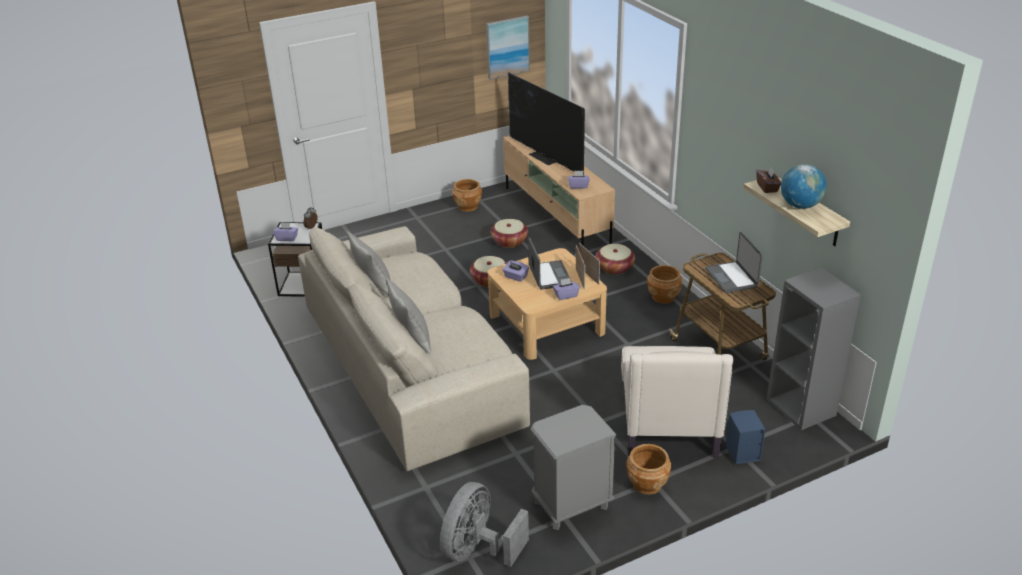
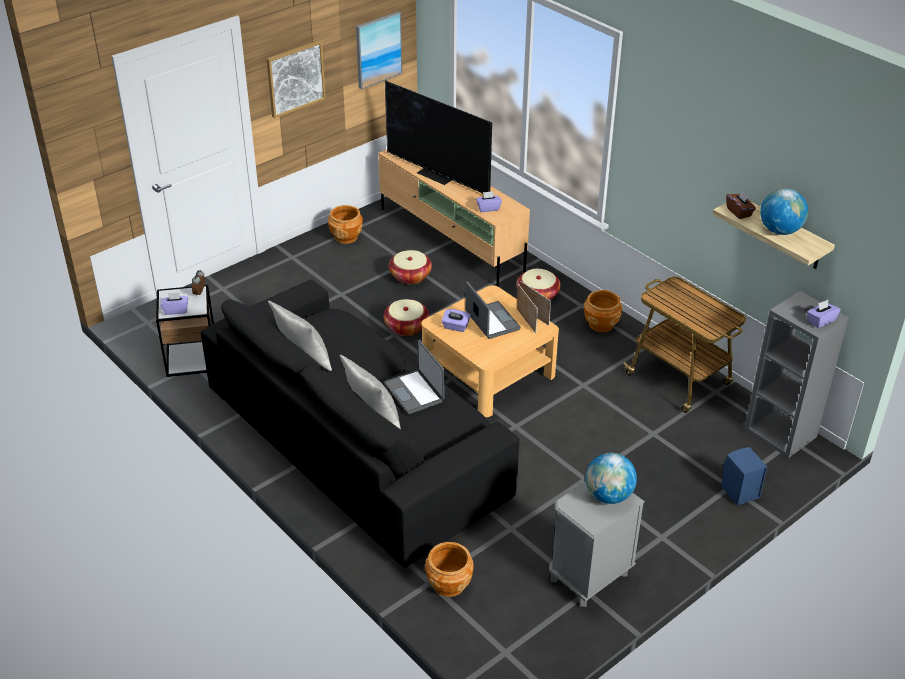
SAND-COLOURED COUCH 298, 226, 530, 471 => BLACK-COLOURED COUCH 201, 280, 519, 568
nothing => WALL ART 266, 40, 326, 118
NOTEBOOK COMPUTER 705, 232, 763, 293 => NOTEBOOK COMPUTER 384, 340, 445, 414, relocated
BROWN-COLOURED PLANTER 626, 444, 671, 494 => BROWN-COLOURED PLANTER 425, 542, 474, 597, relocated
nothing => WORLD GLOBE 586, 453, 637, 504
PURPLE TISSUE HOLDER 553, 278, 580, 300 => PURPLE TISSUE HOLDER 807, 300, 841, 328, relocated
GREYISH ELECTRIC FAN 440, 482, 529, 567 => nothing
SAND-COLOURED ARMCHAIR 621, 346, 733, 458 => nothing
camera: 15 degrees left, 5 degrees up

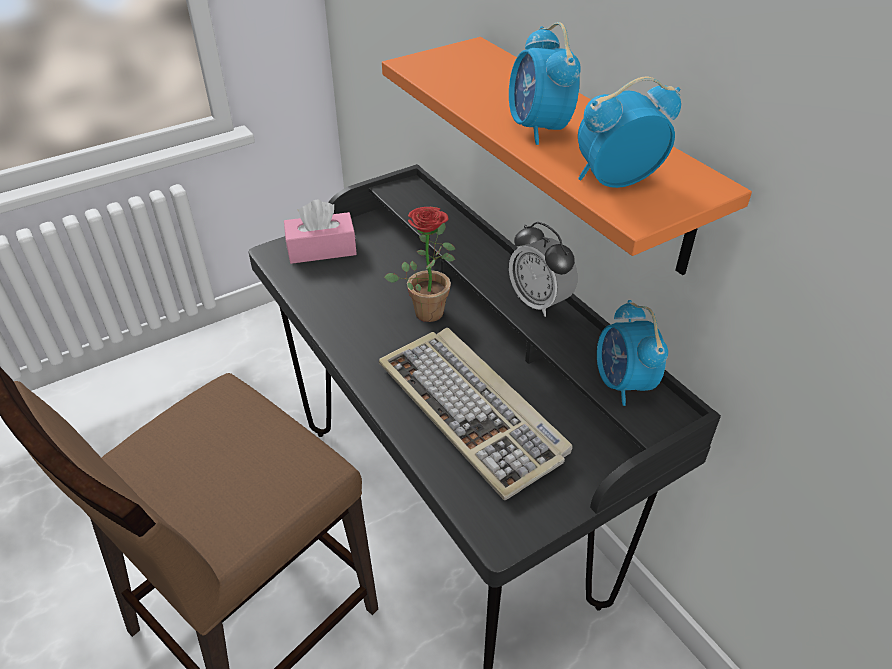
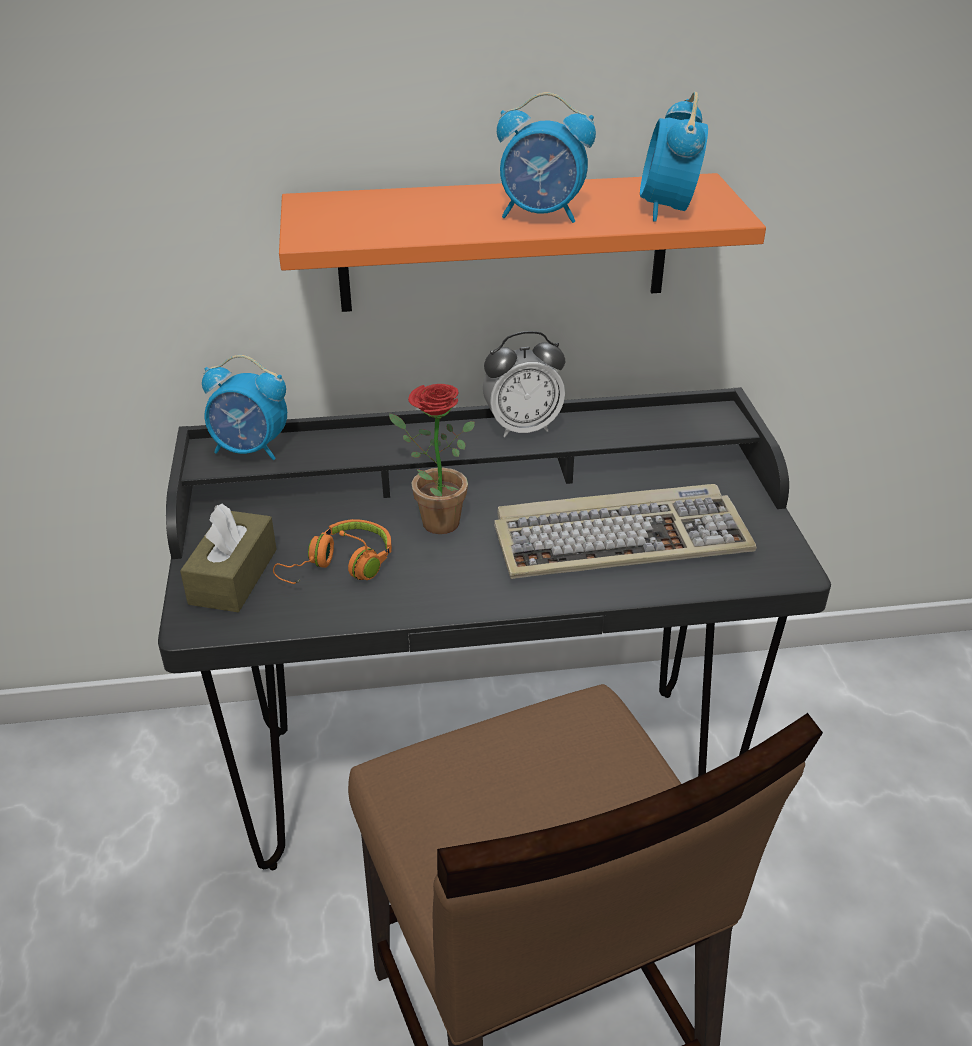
PINK-COLOURED TISSUE HOLDER 284, 199, 357, 264 => BROWN-COLOURED TISSUE HOLDER 180, 504, 277, 612
TABLE CLOCK 597, 300, 668, 406 => TABLE CLOCK 202, 355, 287, 460, relocated
nothing => ORANGEY PAIR OF HEADPHONES 273, 519, 392, 584
camera: 65 degrees left, 5 degrees down

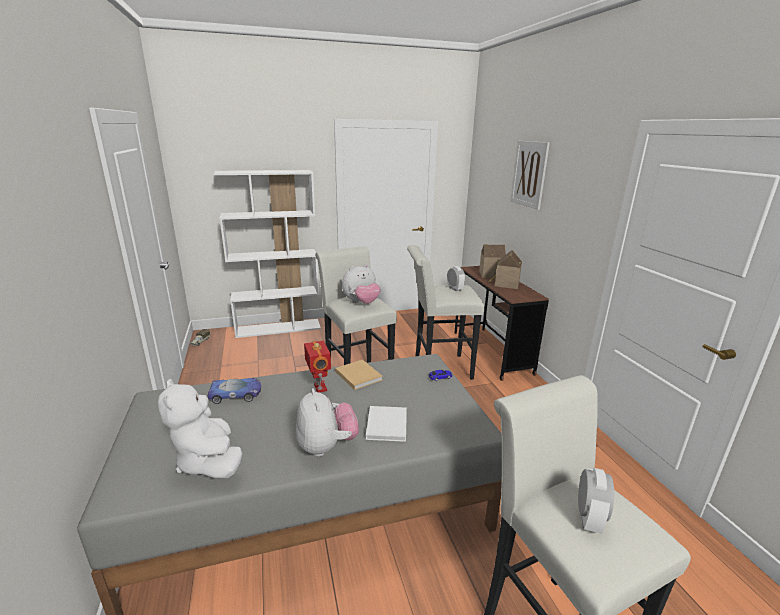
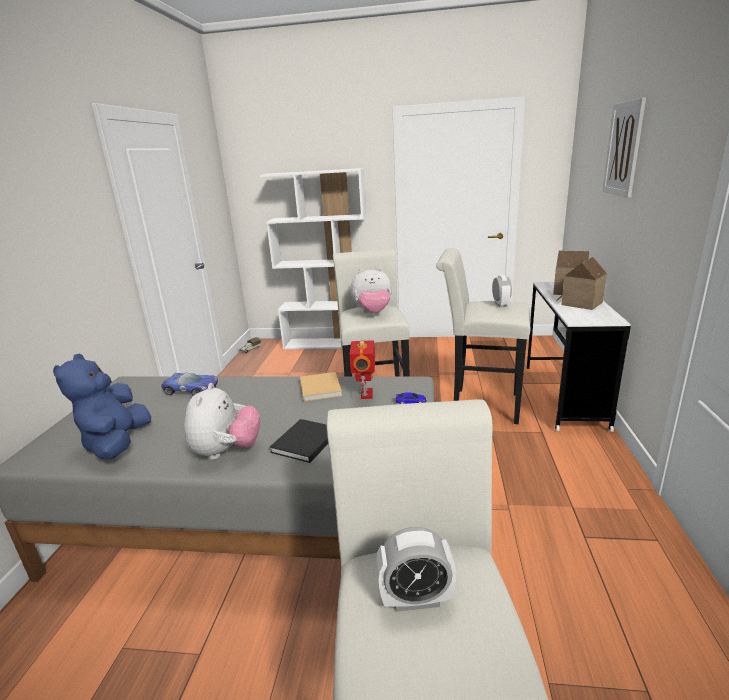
WHITE-COLOURED CUDDLY TOY 158, 379, 243, 479 => BLUISH CUDDLY TOY 53, 353, 151, 459
WHITE-COLOURED BOUND BOOK 366, 406, 407, 442 => BLACK-COLOURED BOUND BOOK 270, 419, 328, 463
TOY ROBOT 304, 341, 331, 393 => TOY ROBOT 349, 340, 375, 399, relocated
TABLE CLOCK 578, 468, 614, 534 => TABLE CLOCK 376, 527, 456, 612, 45 degrees clockwise
BROWN-COLOURED DESK UNIT 454, 266, 549, 381 => WHITE-COLOURED DESK UNIT 527, 282, 631, 432
camera: 25 degrees right, 0 degrees up

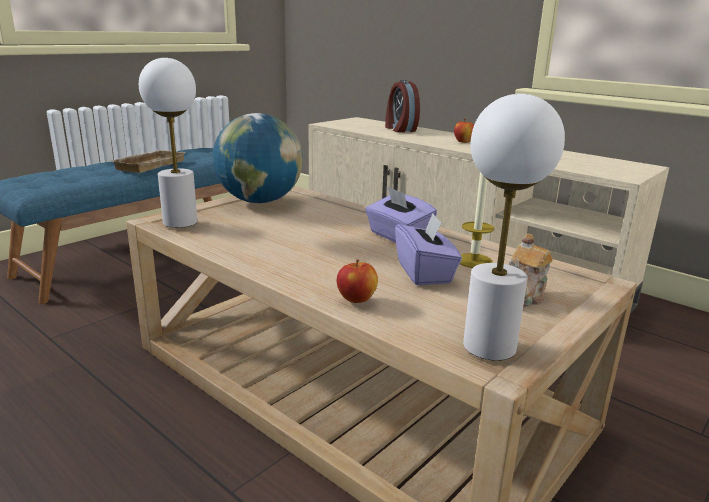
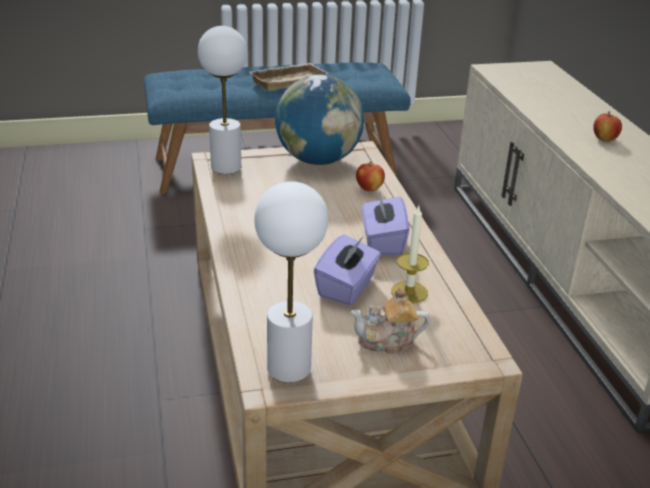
APPLE 337, 260, 378, 303 => APPLE 356, 162, 385, 192, relocated
TABLE CLOCK 385, 80, 420, 132 => nothing
camera: 35 degrees right, 10 degrees up

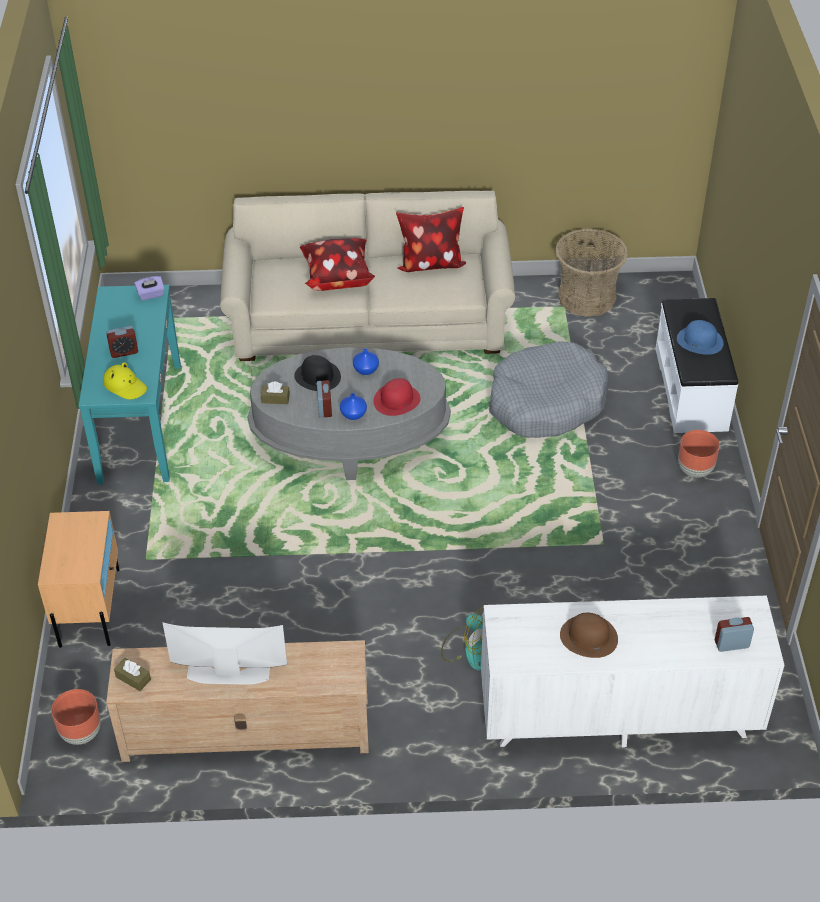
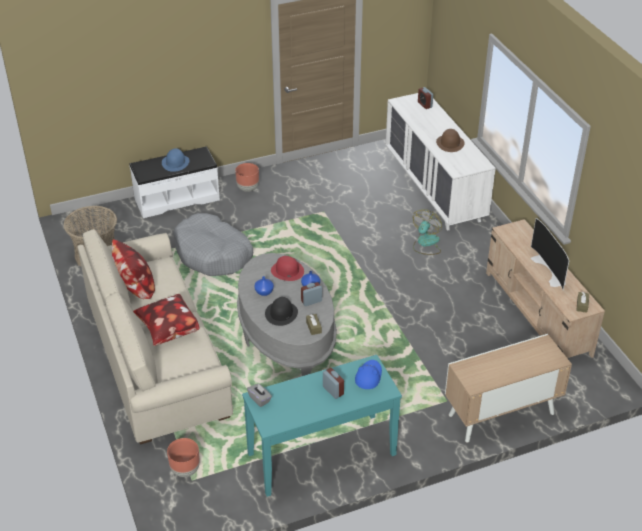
BROWN-COLOURED PLANTER 51, 689, 101, 745 => BROWN-COLOURED PLANTER 167, 438, 200, 477, relocated
PURPLE TISSUE HOLDER 134, 276, 165, 301 => GREYISH TISSUE HOLDER 247, 383, 272, 407
YELLOW-COLOURED WEARABLE HAT 103, 362, 147, 399 => BLUISH WEARABLE HAT 355, 360, 382, 389
SAND-COLOURED BEDSIDE TABLE 38, 511, 119, 648 => CUPBOARD 445, 334, 572, 443
camera: 110 degrees left, 5 degrees down

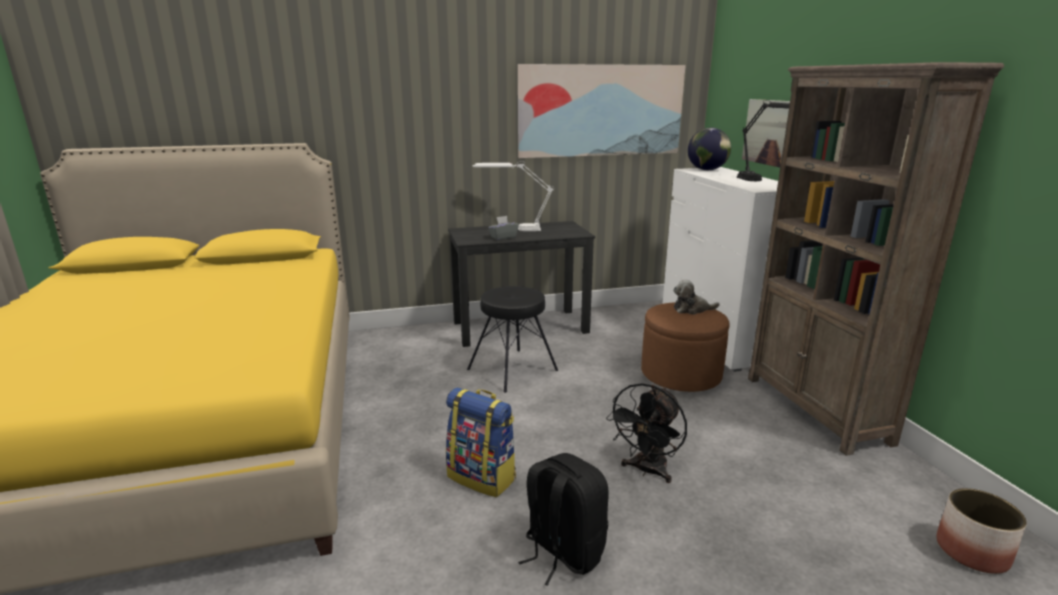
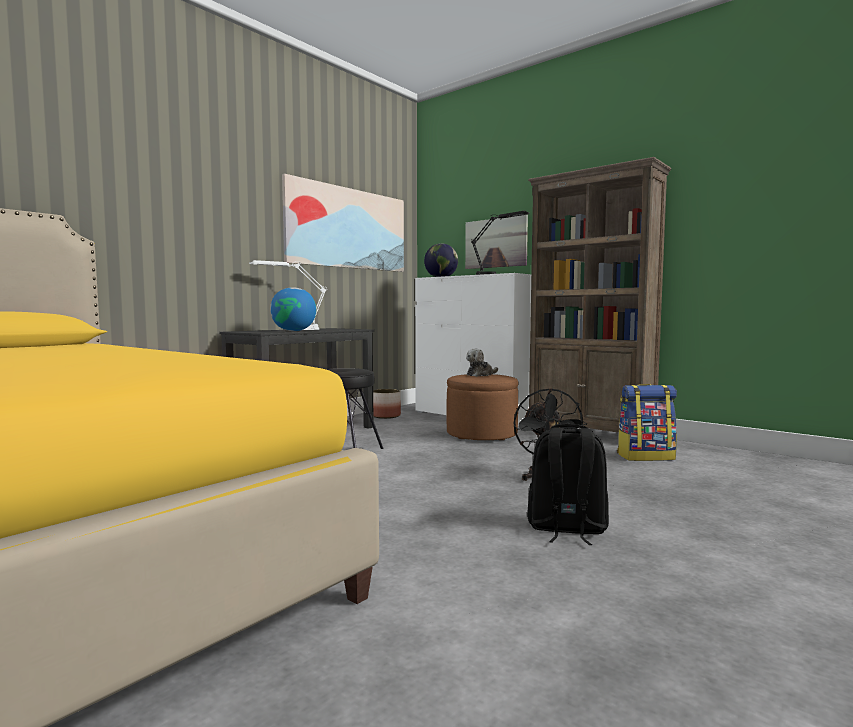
GREYISH TISSUE HOLDER 488, 216, 519, 240 => WORLD GLOBE 270, 287, 316, 331
PLANTER 936, 488, 1027, 574 => PLANTER 373, 389, 401, 419, relocated
RUCKSACK 446, 387, 516, 497 => RUCKSACK 617, 384, 677, 461, relocated
camera: 35 degrees left, 15 degrees down

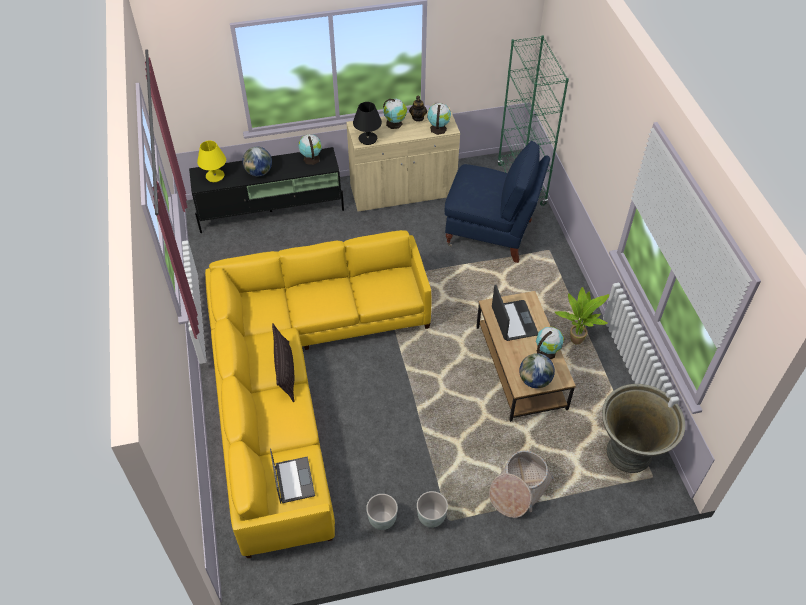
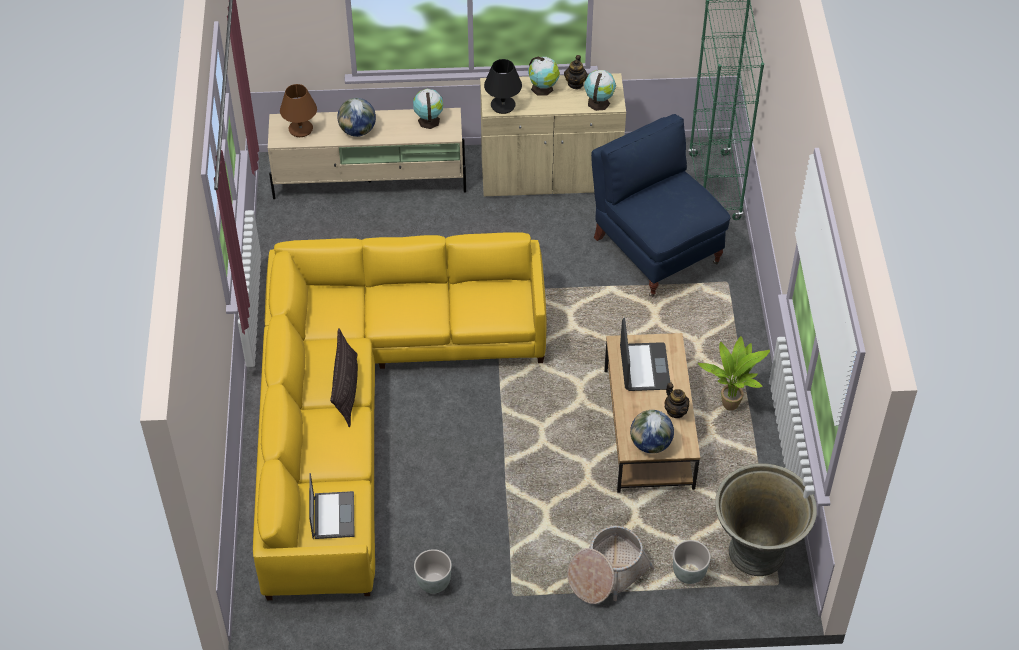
BLACK-COLOURED MEDIA CONSOLE 189, 147, 344, 233 => SAND-COLOURED MEDIA CONSOLE 268, 108, 466, 199
YELLOW-COLOURED TABLETOP LAMP 197, 141, 226, 182 => BROWN-COLOURED TABLETOP LAMP 280, 84, 317, 137
BLUISH ARMCHAIR 445, 141, 550, 263 => BLUISH ARMCHAIR 591, 114, 731, 297, 150 degrees counterclockwise
WORLD GLOBE 536, 327, 564, 360 => TEA POT 665, 383, 689, 418
GREYISH PLANTER 417, 491, 448, 528 => GREYISH PLANTER 673, 540, 711, 584, relocated
camera: 10 degrees right, 0 degrees up

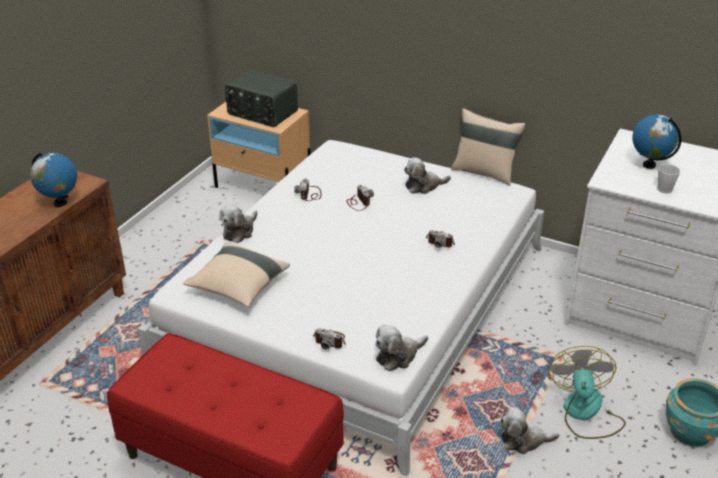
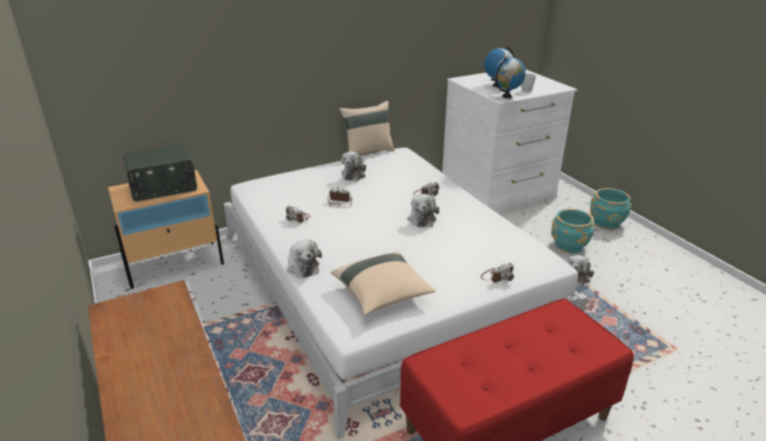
CUDDLY TOY 375, 325, 428, 371 => CUDDLY TOY 407, 194, 439, 227, relocated
WORLD GLOBE 30, 152, 77, 207 => WORLD GLOBE 493, 57, 526, 98, relocated
ELECTRIC FAN 548, 346, 626, 439 => BLUE-GREEN PLANTER 551, 209, 595, 253
camera: 55 degrees left, 5 degrees down

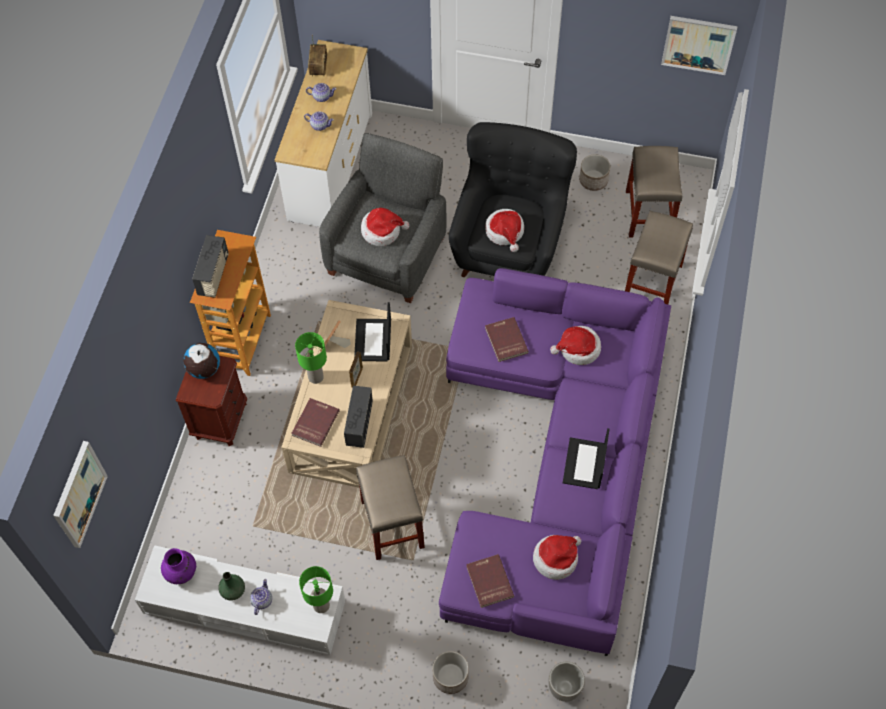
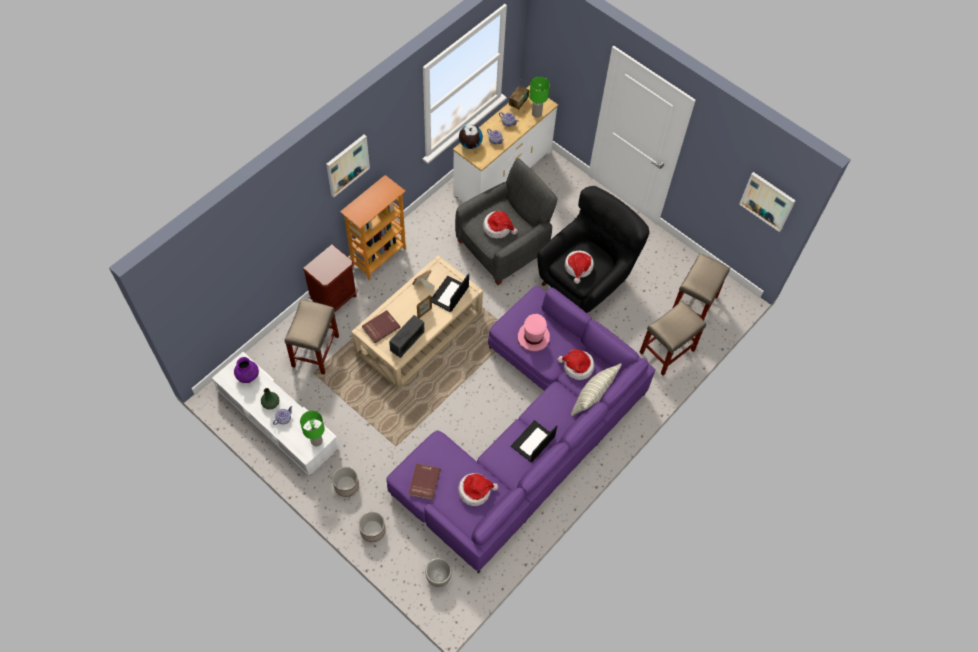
SAND-COLOURED STOOL SEAT 356, 455, 425, 560 => SAND-COLOURED STOOL SEAT 284, 300, 339, 375, relocated
WALL ART 53, 441, 108, 548 => WALL ART 326, 135, 370, 197, relocated
PLANTER 579, 155, 610, 191 => PLANTER 332, 467, 359, 497, relocated
WORLD GLOBE 183, 343, 220, 379 => WORLD GLOBE 459, 125, 483, 149, relocated
RED BOUND BOOK 485, 317, 529, 362 => PINK-COLOURED WEARABLE HAT 518, 314, 550, 351
GREEN-COLOURED TABLETOP LAMP 295, 332, 327, 384 => GREEN-COLOURED TABLETOP LAMP 529, 77, 550, 118, relocated
nothing => CUSHION 571, 363, 622, 416
RADIO SET 192, 235, 229, 298 => nothing
camera: 25 degrees right, 0 degrees up

